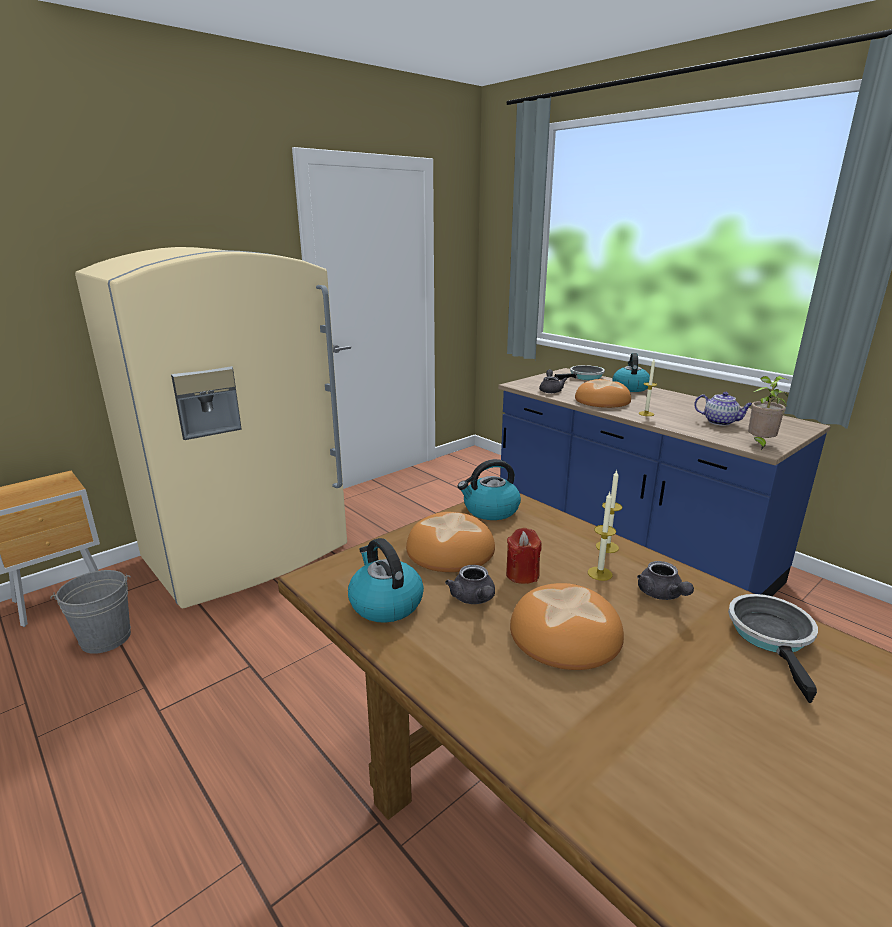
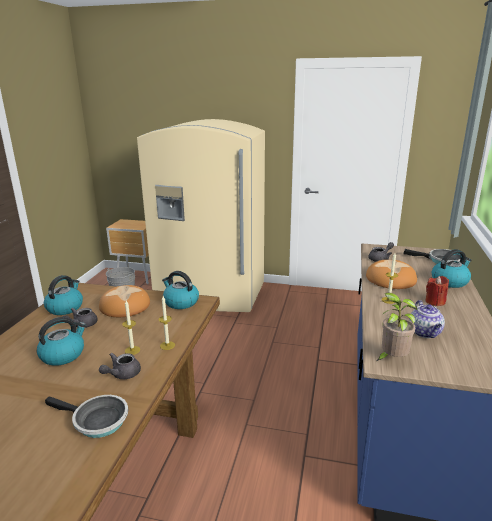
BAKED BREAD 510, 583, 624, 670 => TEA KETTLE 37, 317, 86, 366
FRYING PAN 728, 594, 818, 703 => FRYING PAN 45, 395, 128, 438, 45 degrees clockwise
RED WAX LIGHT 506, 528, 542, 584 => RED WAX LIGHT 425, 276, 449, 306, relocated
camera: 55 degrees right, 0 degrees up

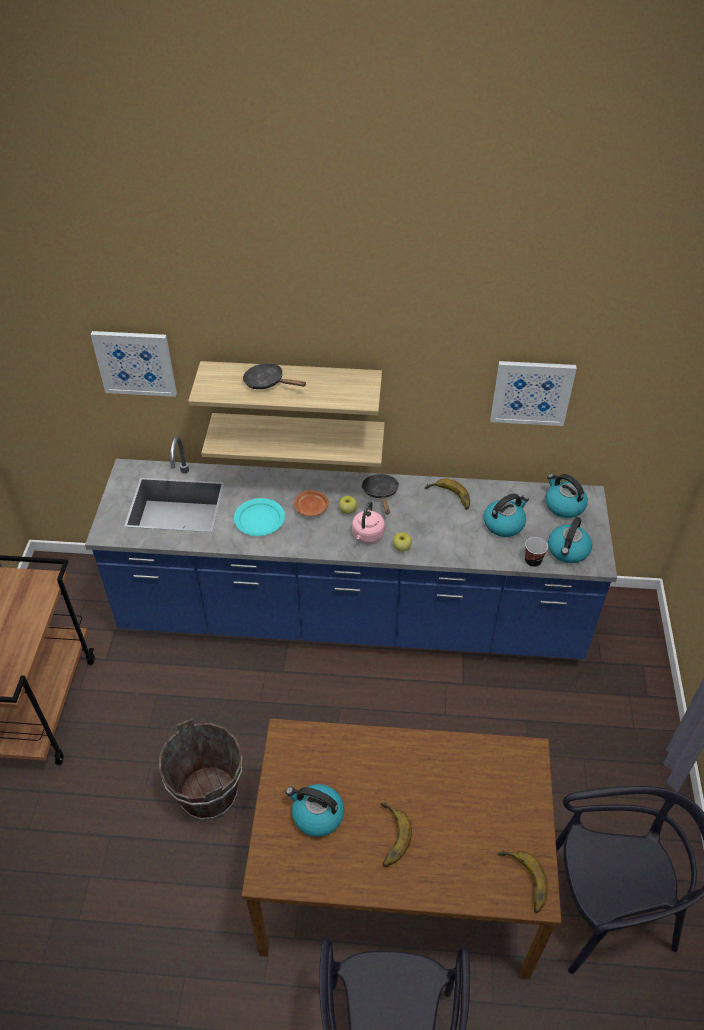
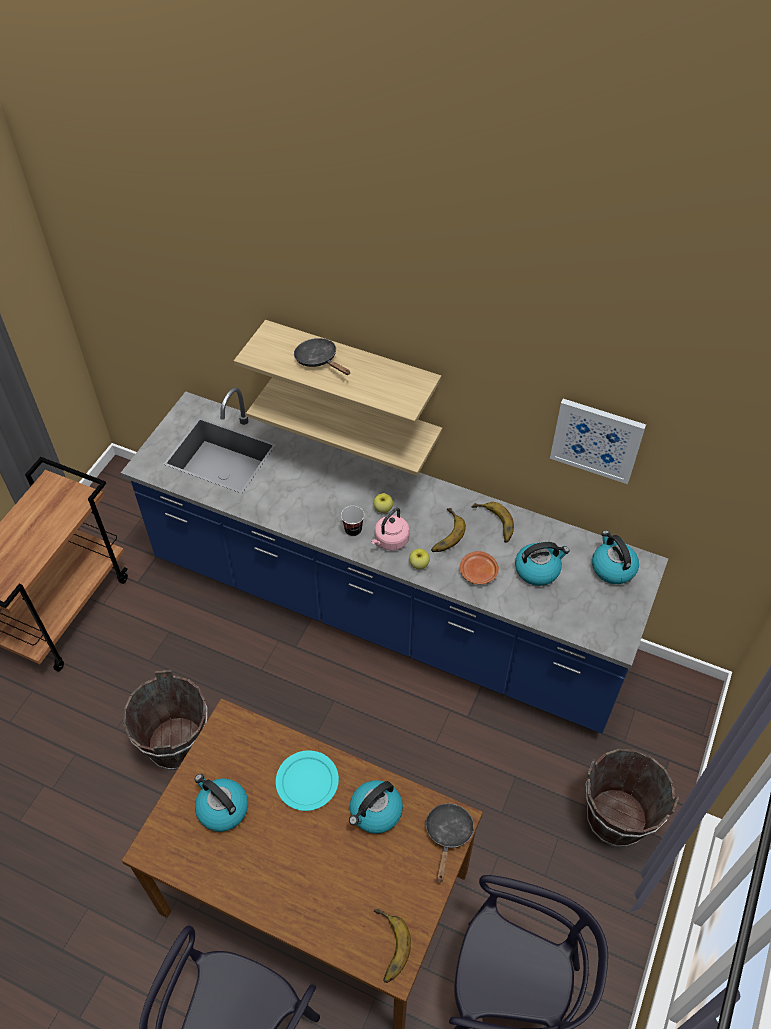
BLUE-GREEN PLATE 234, 498, 285, 536 => BLUE-GREEN PLATE 276, 750, 339, 811, relocated
DRINKING CUP 525, 537, 548, 567 => DRINKING CUP 341, 506, 364, 537, relocated
TEA KETTLE 548, 517, 592, 563 => TEA KETTLE 349, 780, 403, 834, relocated
BLACK-COLOURED FRYING PAN 362, 474, 399, 514 => BLACK-COLOURED FRYING PAN 425, 803, 474, 882, relocated
BANANA 381, 802, 412, 867 => BANANA 431, 508, 466, 552, relocated
BROWN-COLOURED PLATE 294, 490, 329, 516 => BROWN-COLOURED PLATE 460, 551, 499, 584, relocated
nothing => BROWN-COLOURED BUCKET 586, 749, 679, 847
WALL ART 91, 331, 177, 397 => nothing
camera: 20 degrees right, 5 degrees up

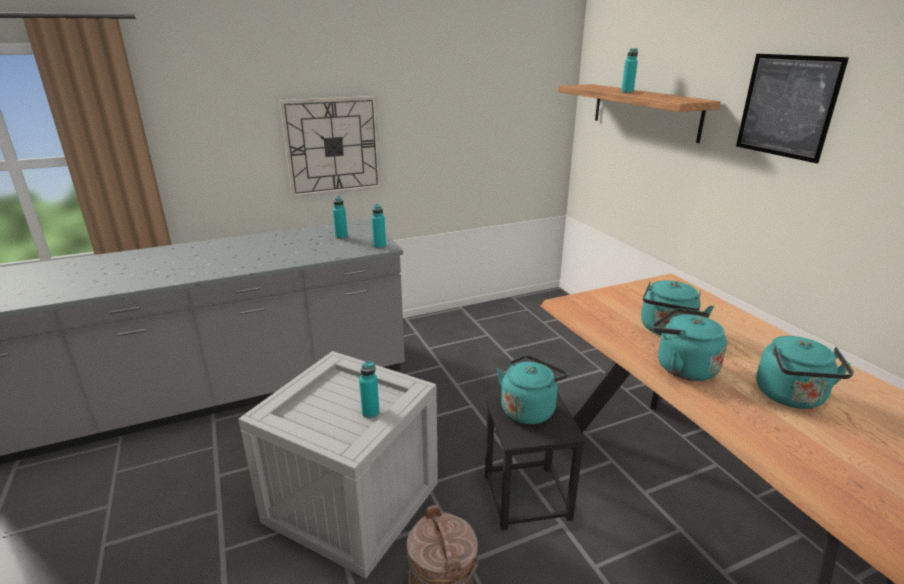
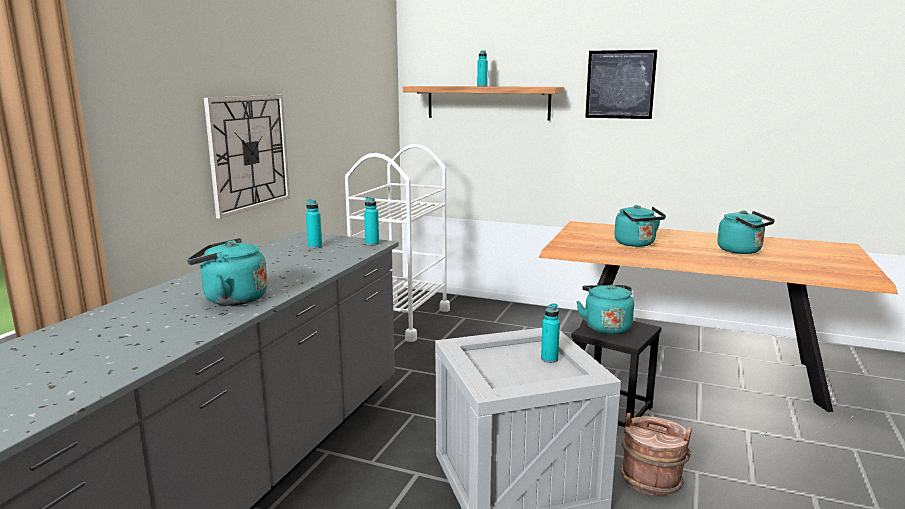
BLUE-GREEN TEA KETTLE 652, 308, 727, 381 => BLUE-GREEN TEA KETTLE 187, 238, 268, 306, relocated
nothing => WHITE-COLOURED TROLLEY 345, 144, 450, 342
camera: 45 degrees left, 10 degrees down

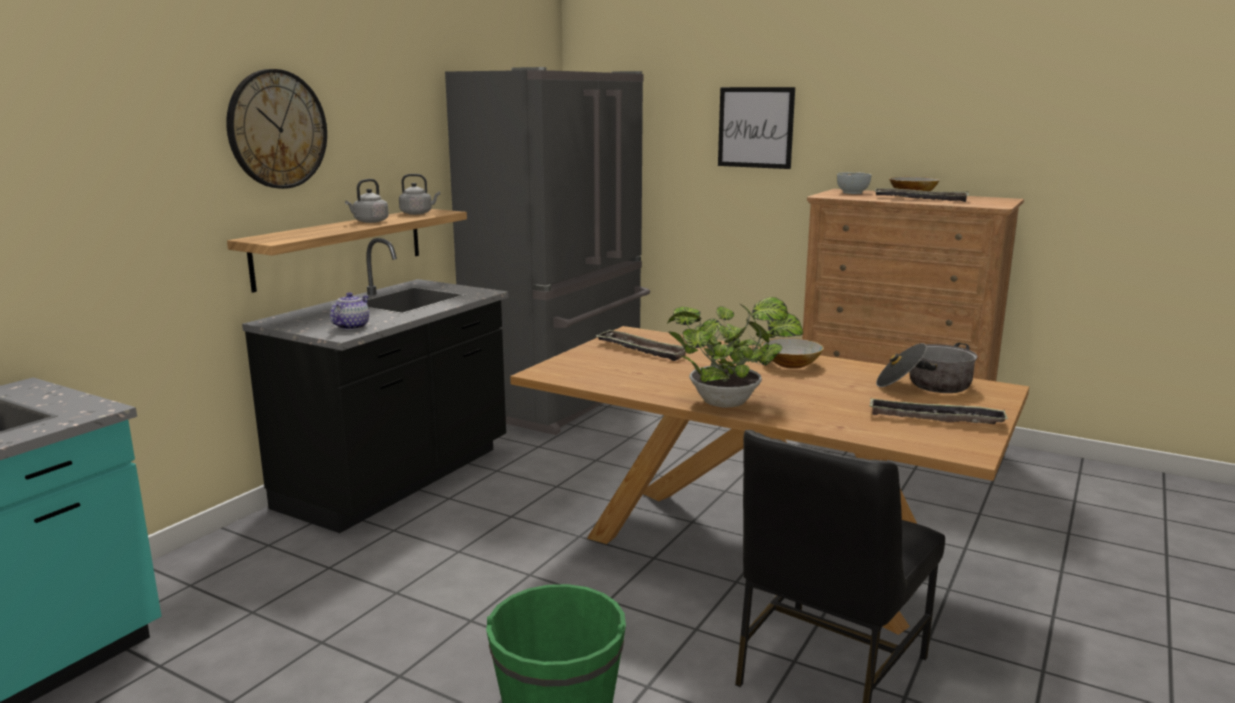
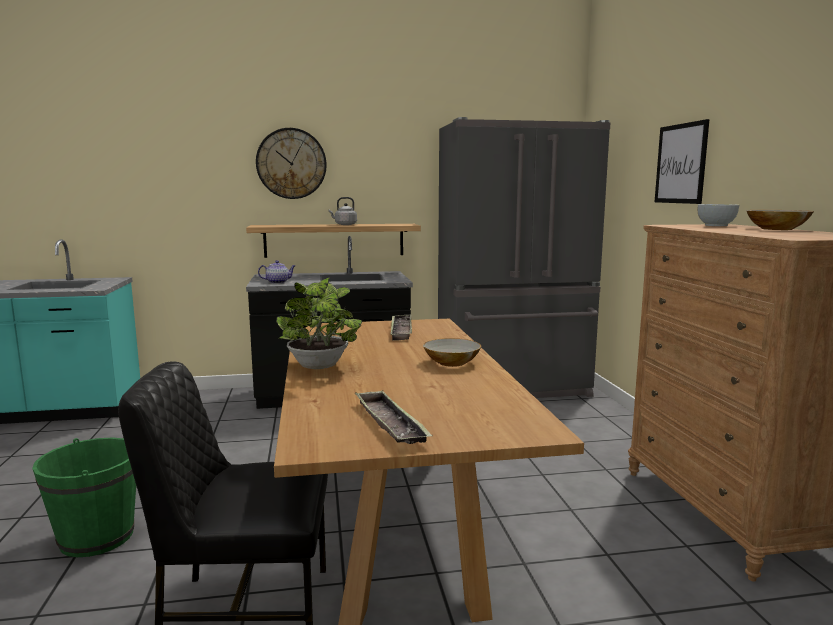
GREYISH TEA KETTLE 399, 174, 440, 215 => nothing
TRAY 875, 188, 969, 202 => nothing
STOCKPOT 876, 343, 978, 393 => nothing
camera: 50 degrees right, 5 degrees down

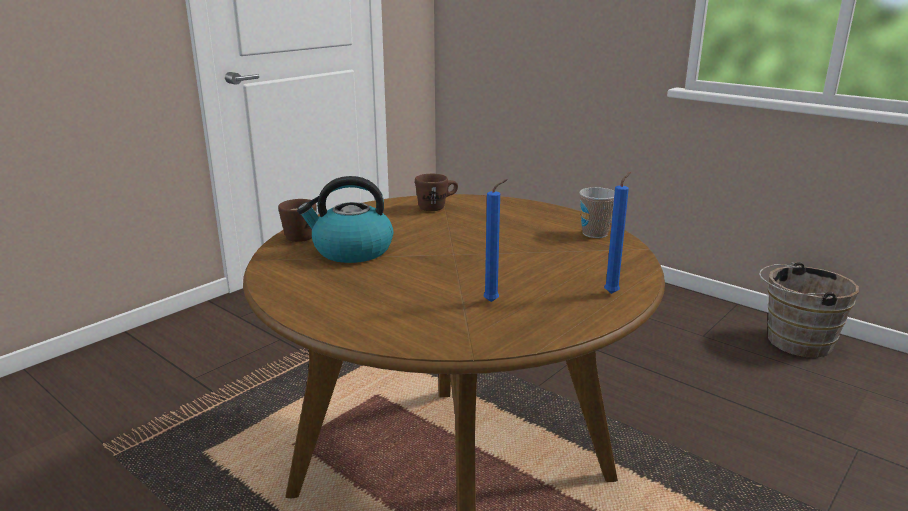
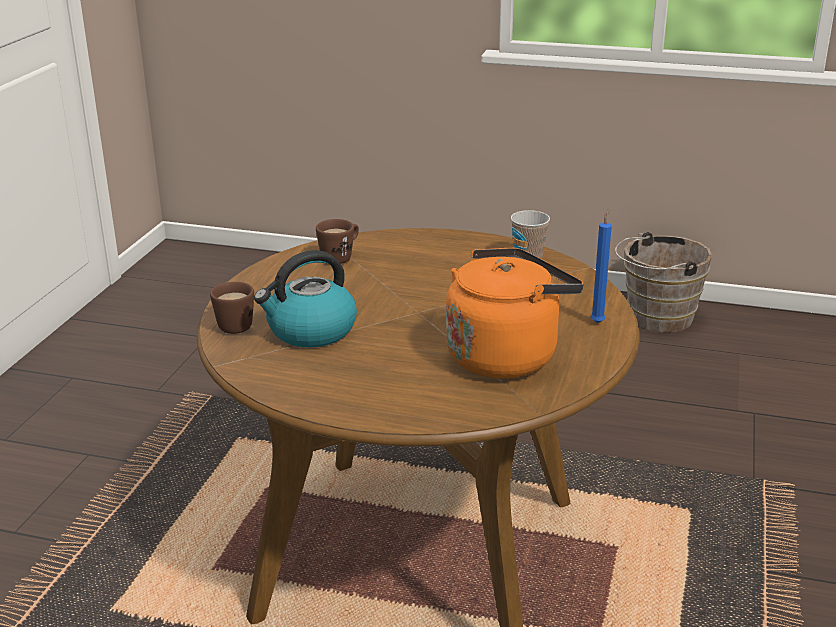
BLUISH WAX LIGHT 484, 179, 508, 302 => ORANGEY TEA KETTLE 446, 248, 584, 378
camera: 25 degrees left, 5 degrees up

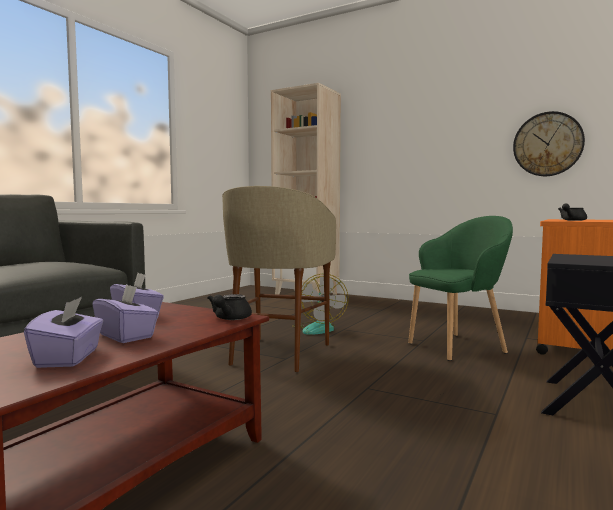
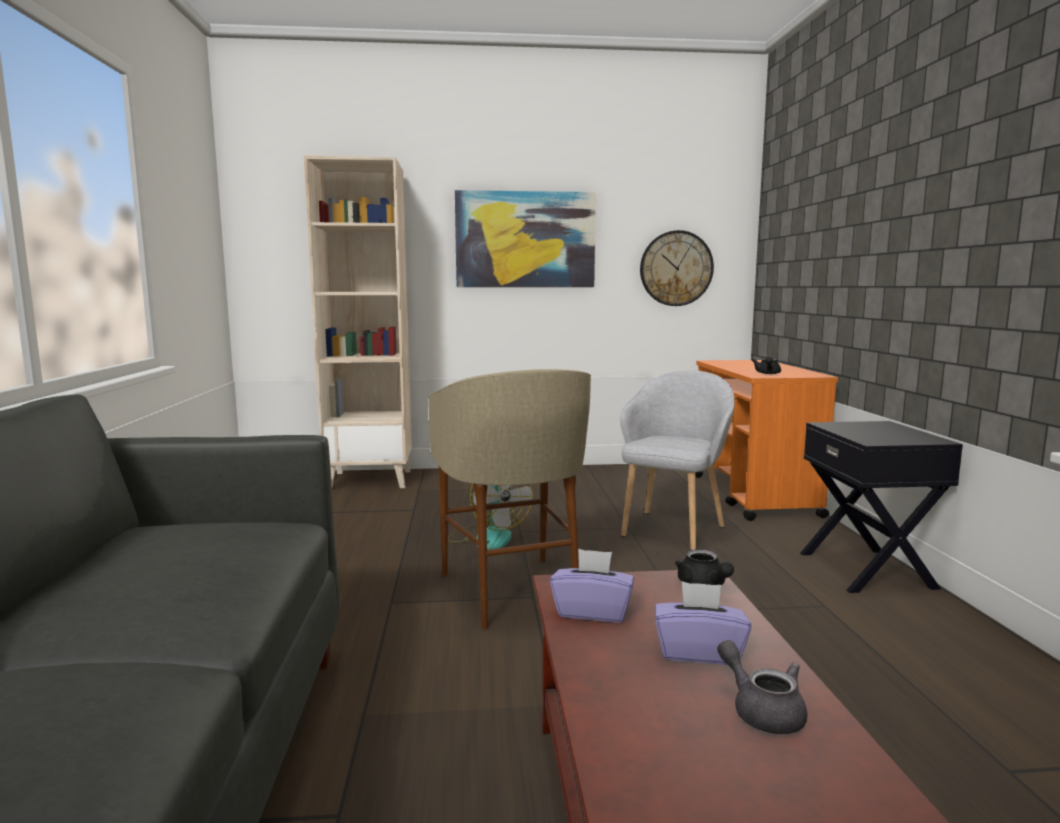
nothing => WALL ART 455, 190, 596, 287
GREEN-COLOURED ARMCHAIR 408, 216, 513, 361 => GREYISH ARMCHAIR 620, 370, 735, 550
PURPLE TISSUE HOLDER 24, 297, 103, 368 => GREYISH TEA POT 717, 640, 807, 734
camera: 35 degrees left, 5 degrees up

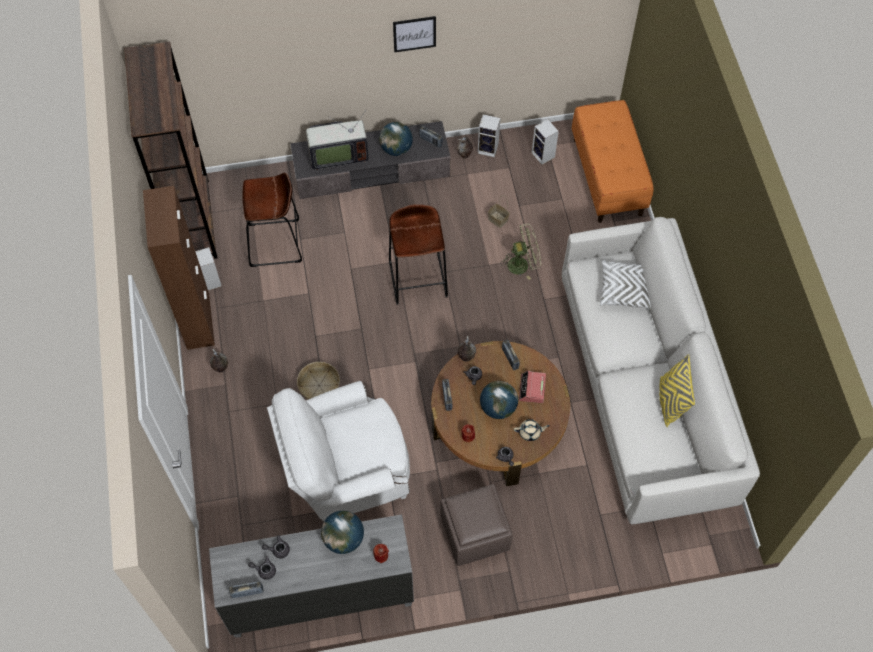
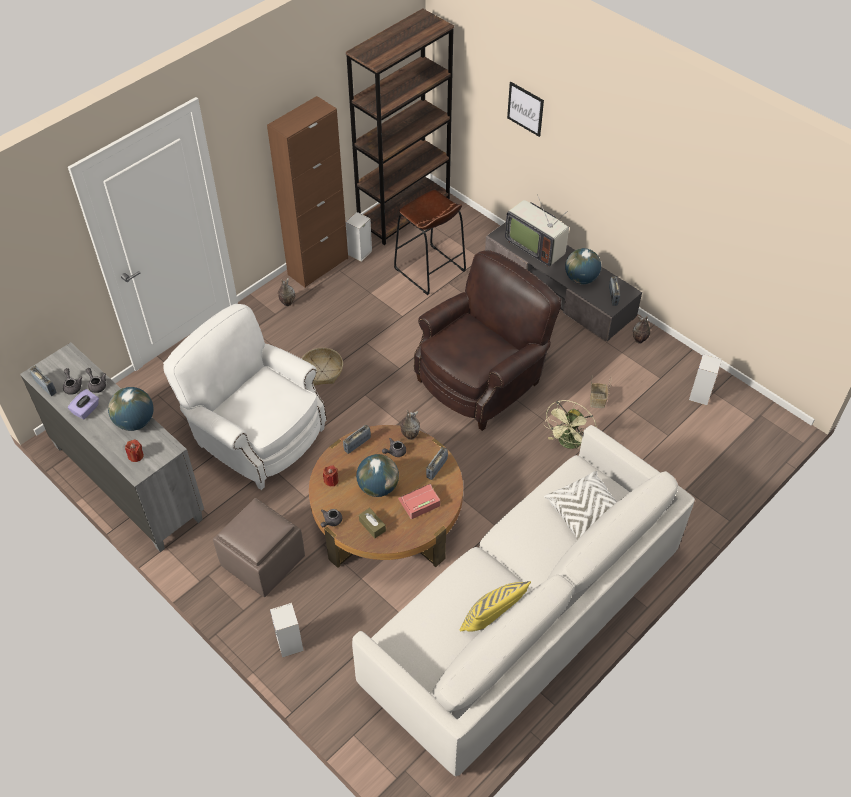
nothing => PURPLE TISSUE HOLDER 68, 389, 99, 419
AUDIO SPEAKER 478, 114, 500, 157 => AUDIO SPEAKER 270, 603, 304, 658, relocated
SAND-COLOURED TEA POT 514, 419, 549, 441 => BROWN-COLOURED TISSUE HOLDER 359, 508, 386, 538
BROWN-COLOURED STOOL SEAT 389, 204, 448, 305 => BROWN-COLOURED ARMCHAIR 414, 250, 562, 431
WALL ART 393, 16, 436, 53 => WALL ART 507, 82, 544, 137, relocated
GREEN-COLOURED ELECTRIC FAN 500, 223, 541, 280 => GREEN-COLOURED ELECTRIC FAN 543, 400, 597, 449, 75 degrees clockwise
ORANGEY INDOOR BENCH 572, 100, 654, 223 => nothing
camera: 55 degrees right, 10 degrees down

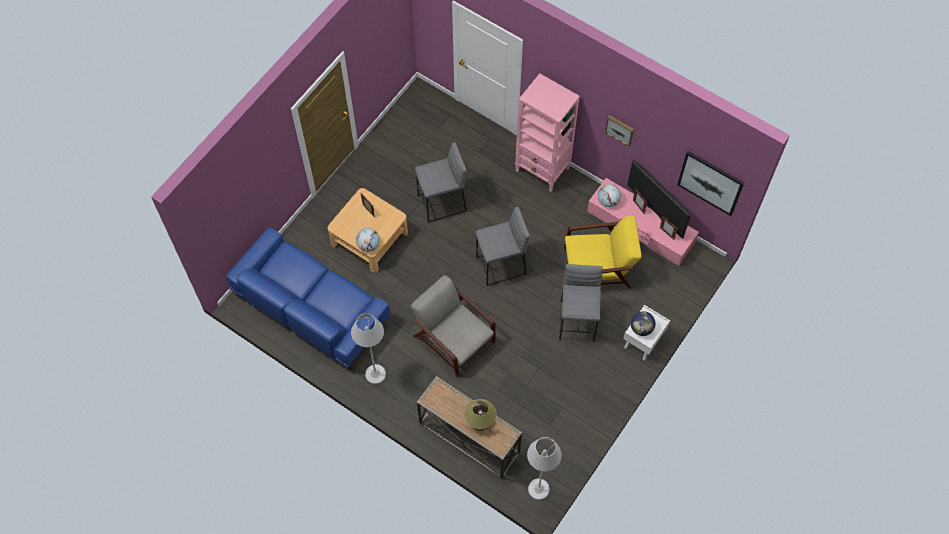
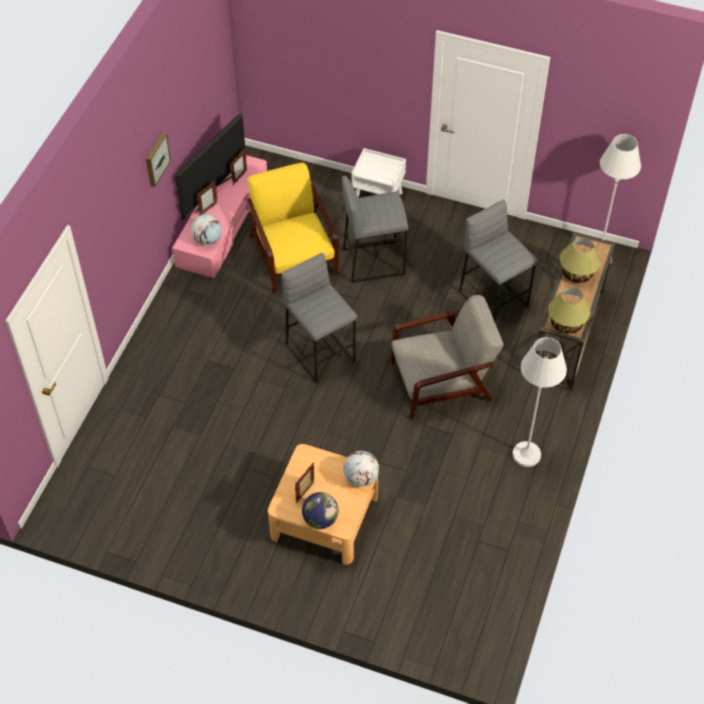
WORLD GLOBE 631, 311, 656, 336 => WORLD GLOBE 302, 492, 338, 529, relocated
GREYISH ARMCHAIR 411, 275, 495, 378 => GREYISH ARMCHAIR 390, 295, 503, 420, 135 degrees counterclockwise
GREYISH STOOL SEAT 415, 142, 467, 223 => GREYISH STOOL SEAT 459, 200, 538, 322, relocated
nothing => TABLETOP LAMP 548, 288, 590, 334
BLUISH COUCH 226, 228, 390, 368 => nothing
PINK-COLOURED BOOKSHELF 515, 73, 580, 192 => nothing
WALL ART 677, 151, 744, 216 => nothing
camera: 105 degrees left, 10 degrees down

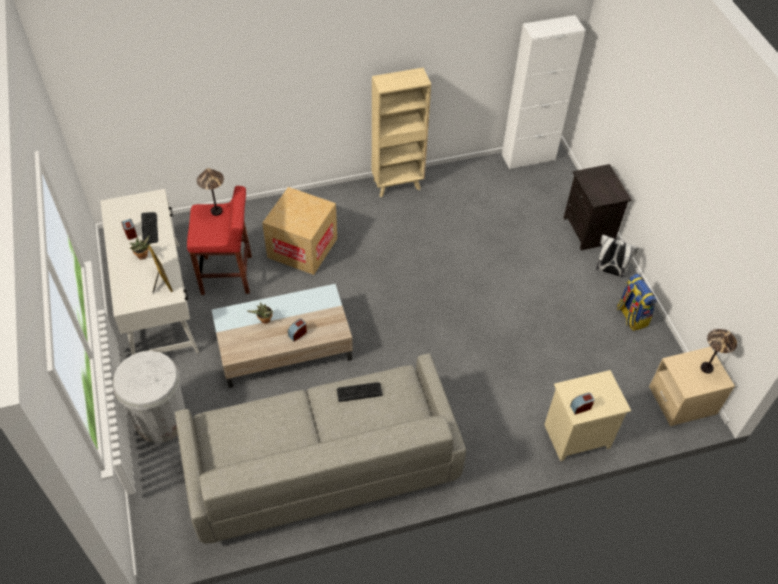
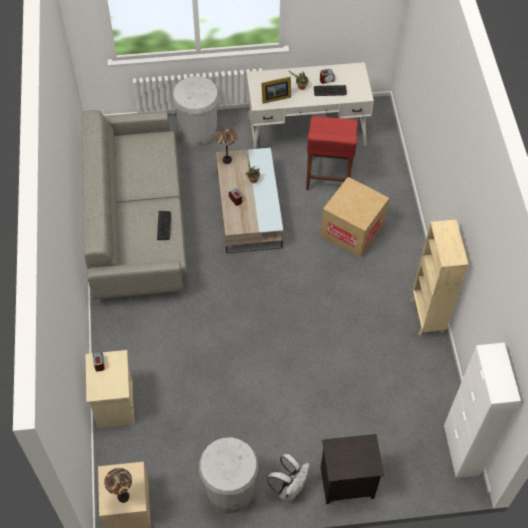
RUCKSACK 617, 274, 657, 331 => WHITE-COLOURED WASTE BIN 199, 438, 258, 513
TABLETOP LAMP 197, 168, 224, 216 => TABLETOP LAMP 215, 128, 237, 164, relocated
camera: 100 degrees right, 5 degrees up

